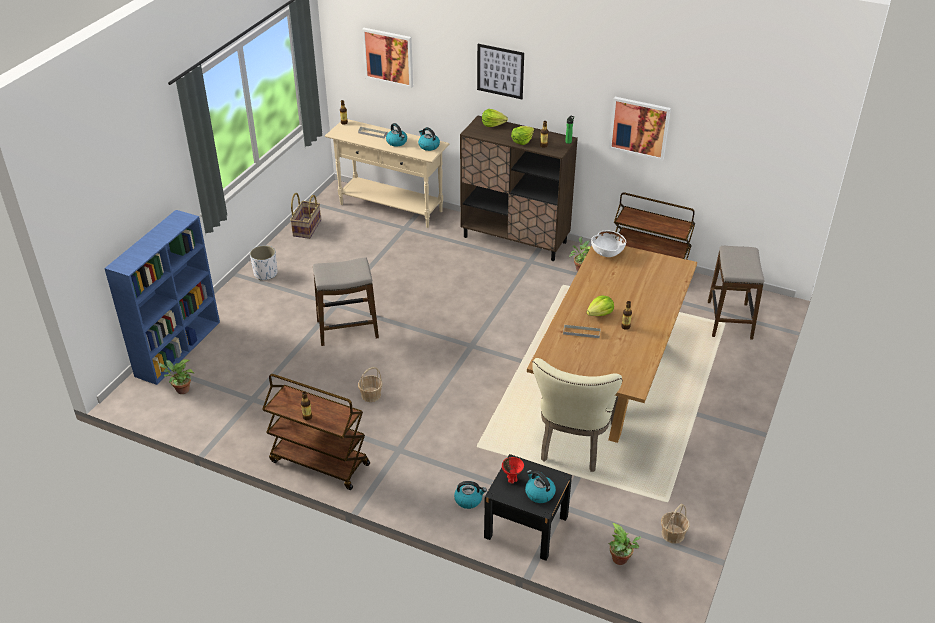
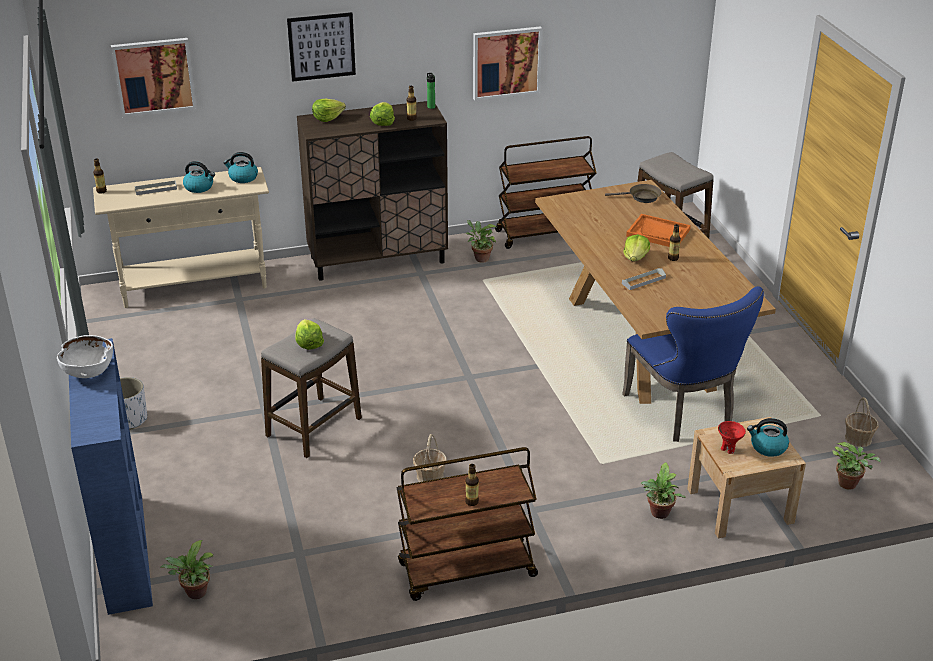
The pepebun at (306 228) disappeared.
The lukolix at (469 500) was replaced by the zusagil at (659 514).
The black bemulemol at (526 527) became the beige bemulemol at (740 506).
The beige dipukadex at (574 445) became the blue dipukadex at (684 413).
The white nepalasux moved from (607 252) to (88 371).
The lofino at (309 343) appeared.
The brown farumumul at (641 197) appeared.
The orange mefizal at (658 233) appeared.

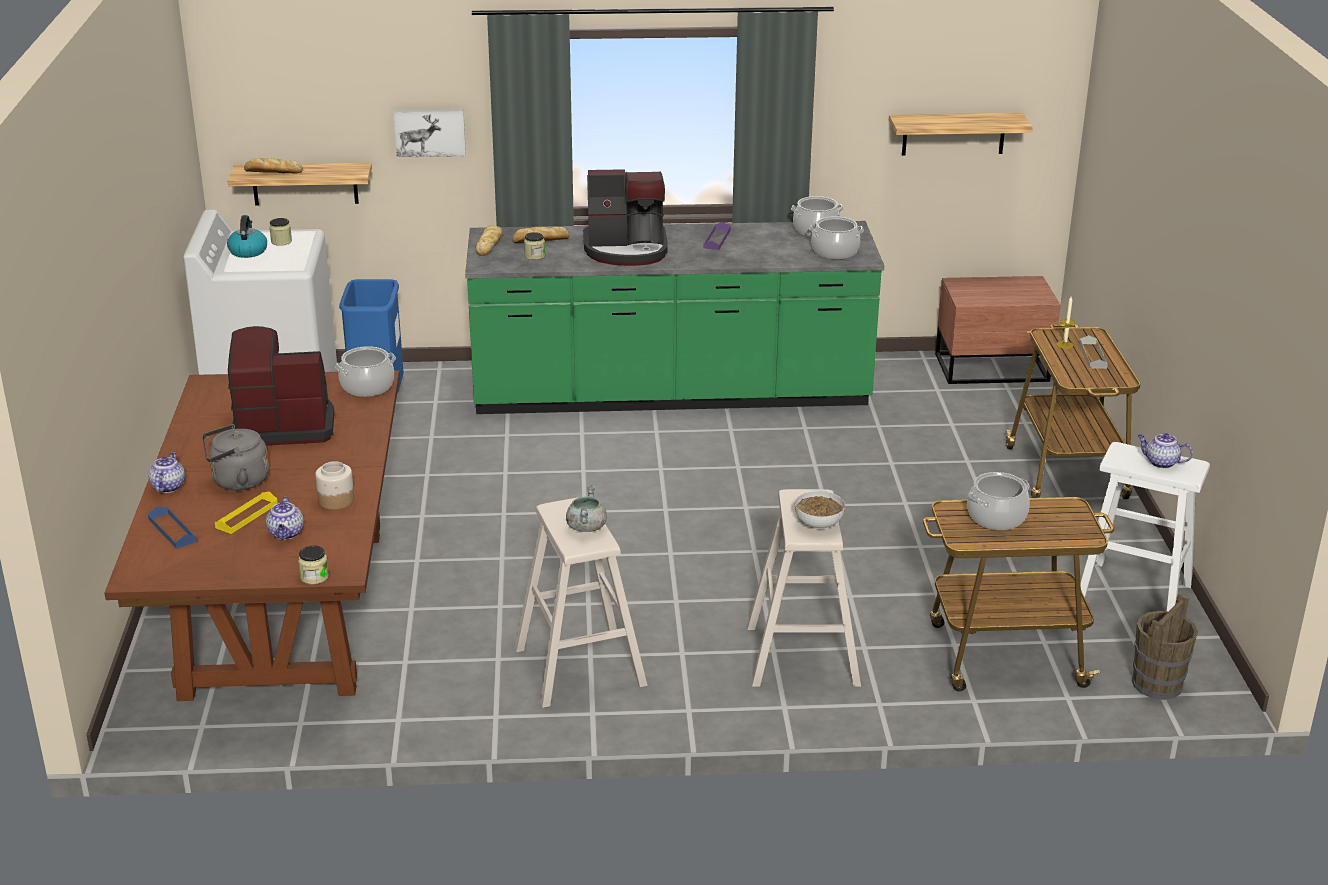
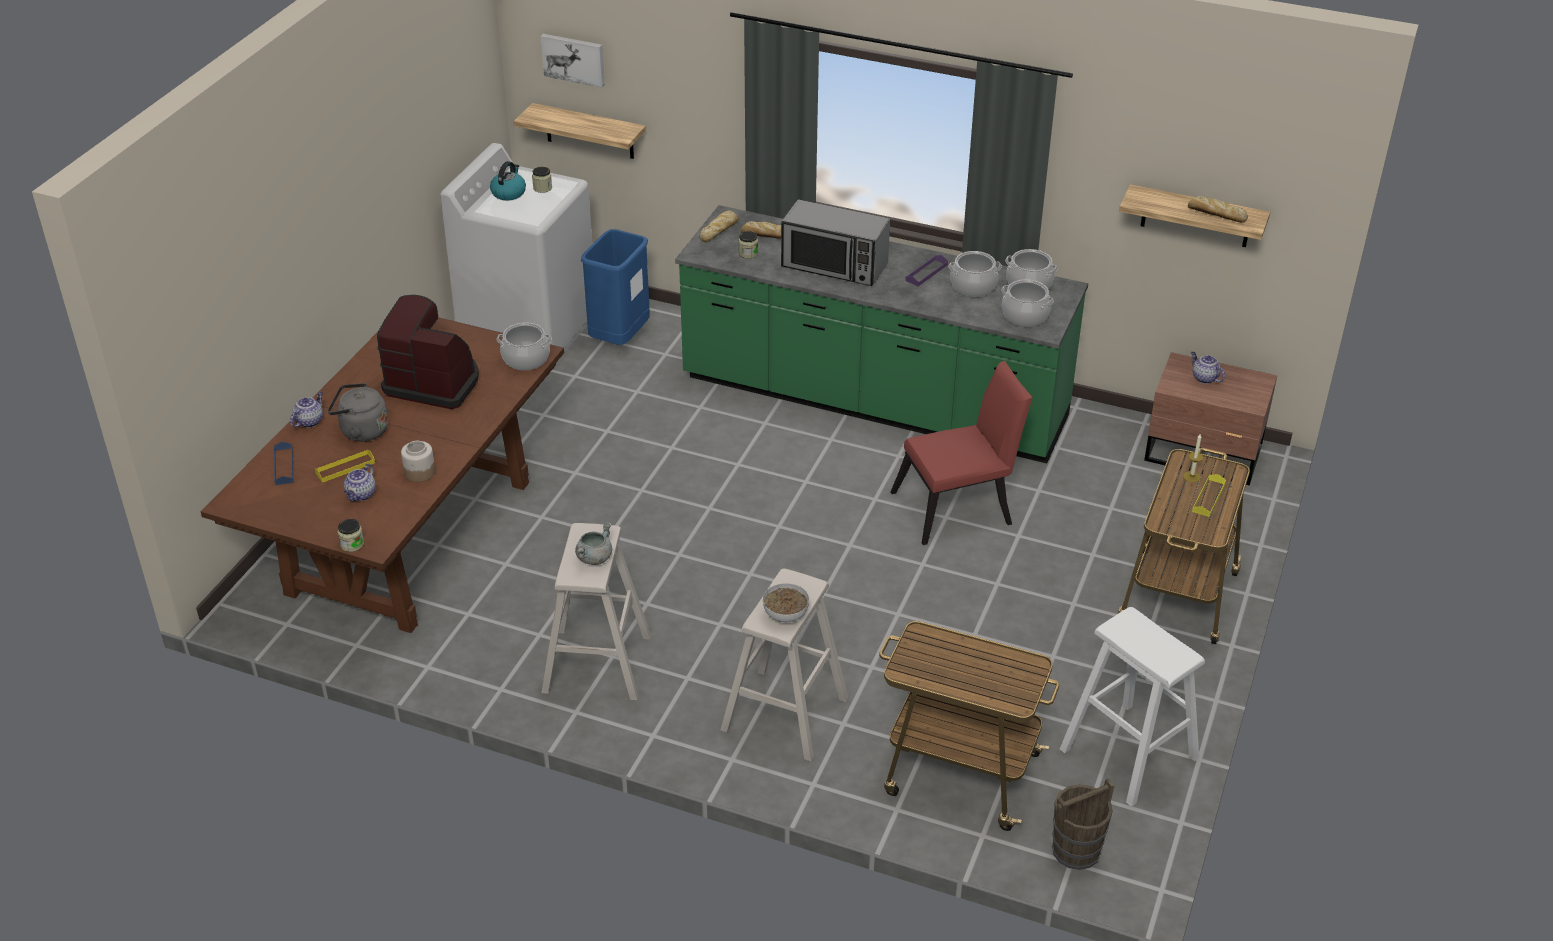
The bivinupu moved from (272 172) to (1215 214).
The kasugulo moved from (430 132) to (574 59).
The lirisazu at (626 250) was replaced by the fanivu at (834 266).
The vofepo moved from (996 517) to (973 286).
The grey mefizal at (1093 356) became the yellow mefizal at (1208 498).
The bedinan moved from (1161 462) to (1204 378).
The red dipukadex at (959 507) appeared.

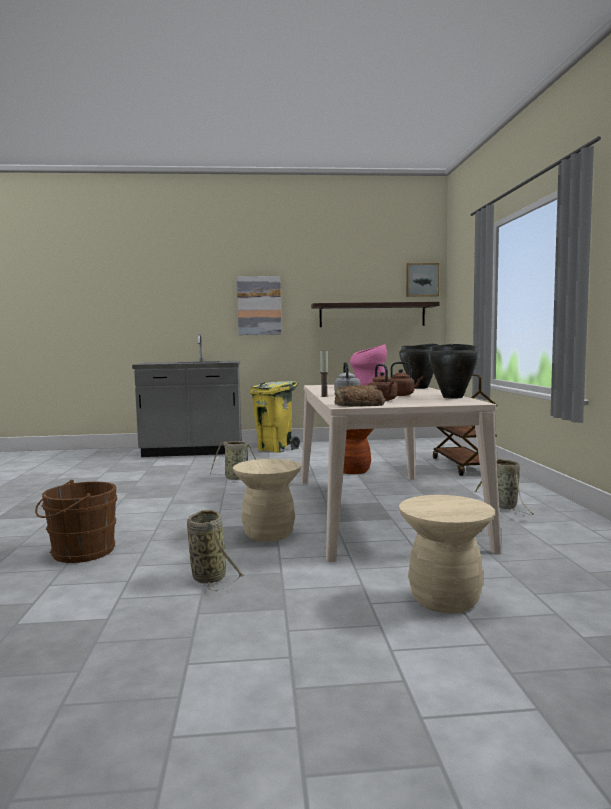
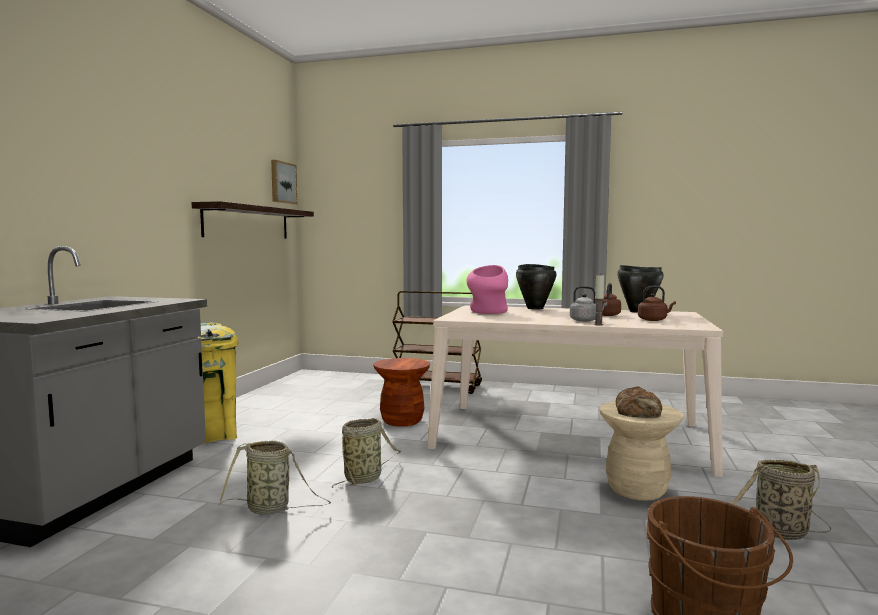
The kasugulo at (259 305) disappeared.
The bivinupu moved from (358 404) to (639 411).
The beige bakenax at (444 599) disappeared.
The pepebun moved from (505 507) to (271 509).

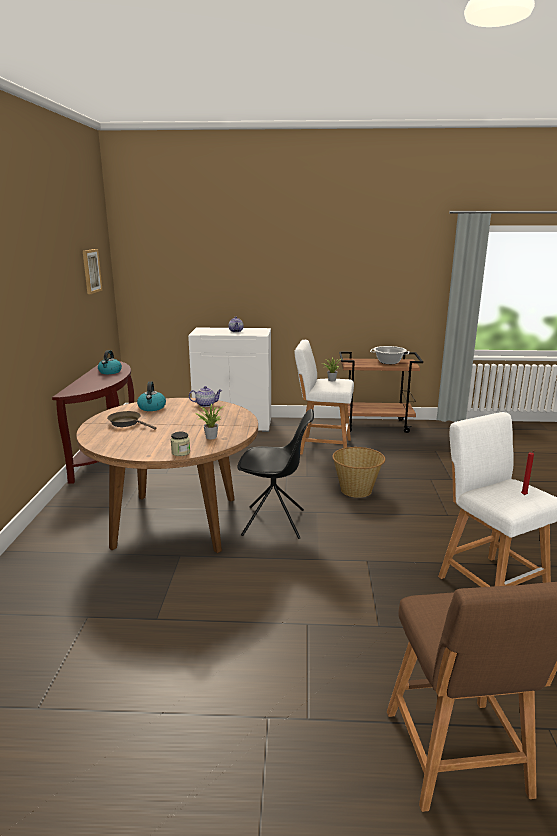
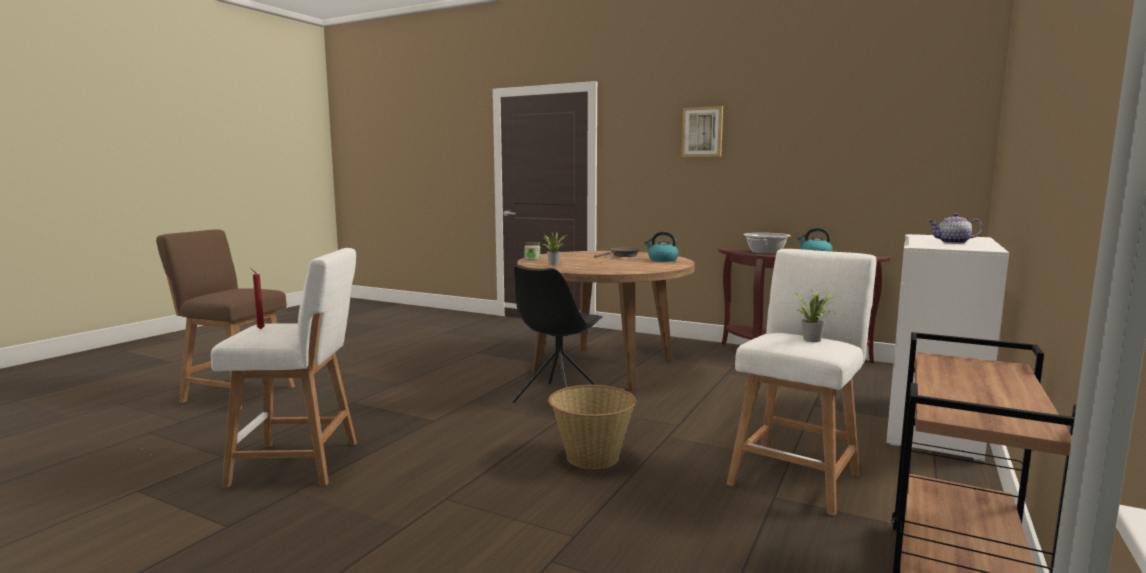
The kasugulo moved from (91 271) to (702 132).
The bedinan at (206 404) disappeared.
The vofepo moved from (389 362) to (765 252).

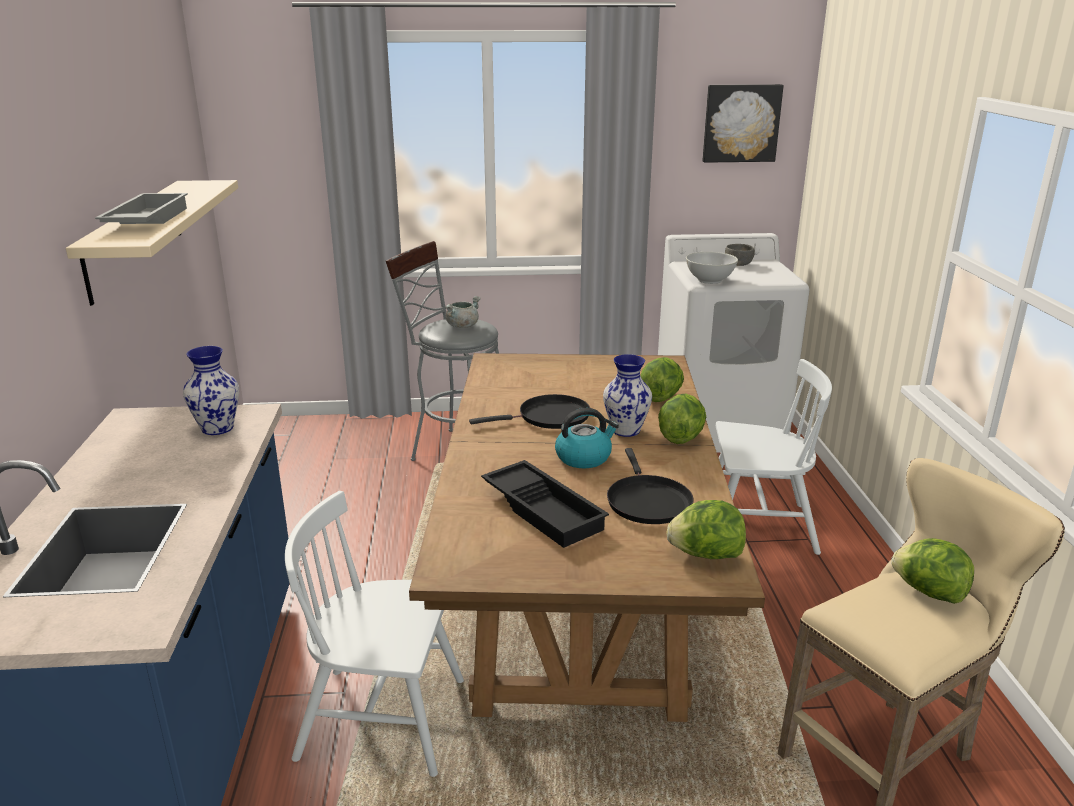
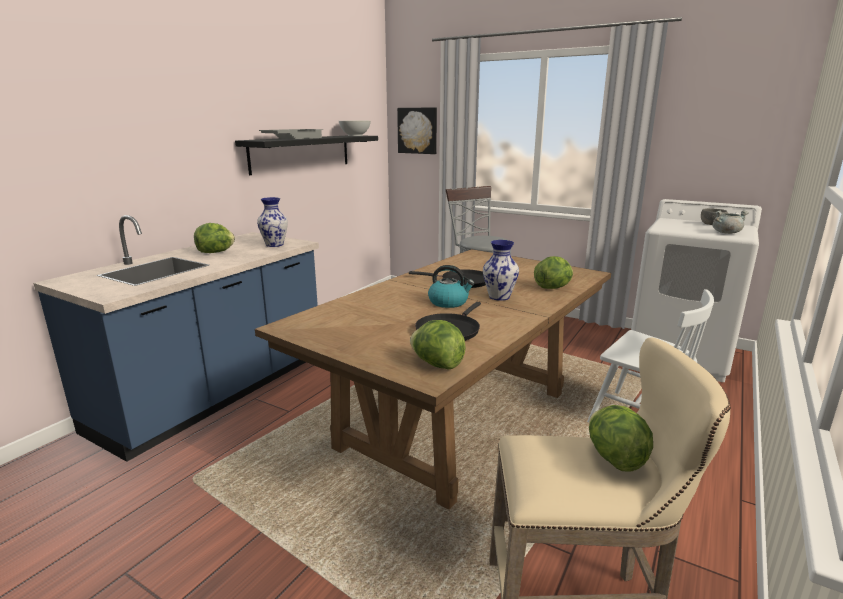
The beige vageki at (135 237) became the black vageki at (301 153).
The white dipukadex at (383 719) disappeared.
The grey vofepo moved from (462 326) to (726 232).
The black mefizal at (545 510) disappeared.
The lofino moved from (680 437) to (216 252).
The white nepalasux moved from (710 280) to (355 135).
The kasugulo moved from (741 123) to (418 130).

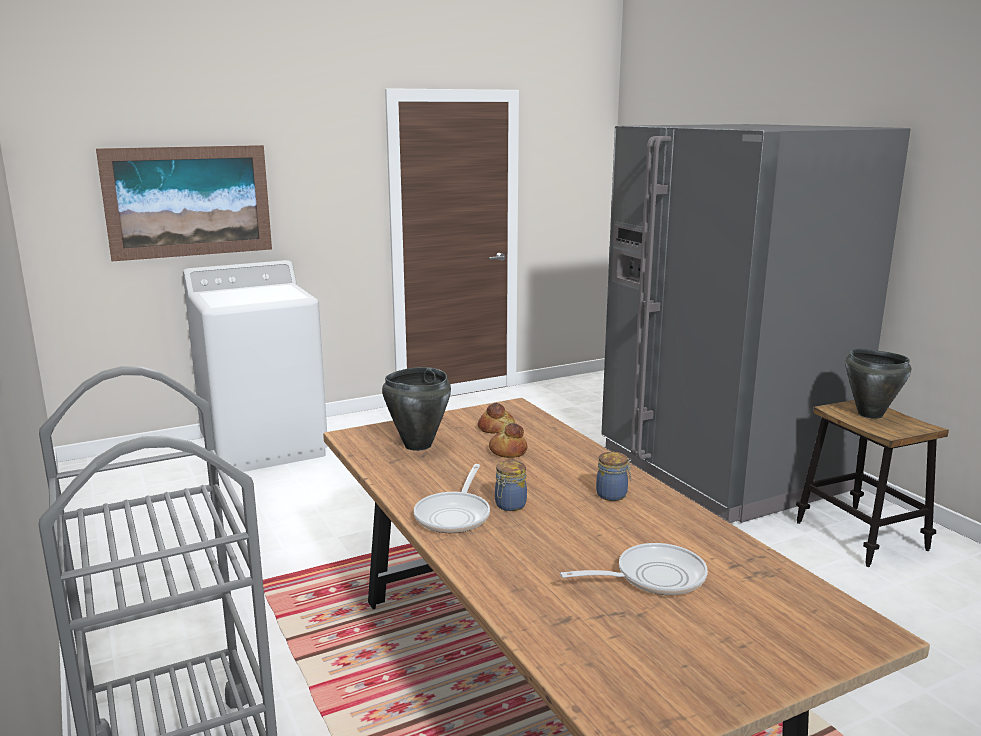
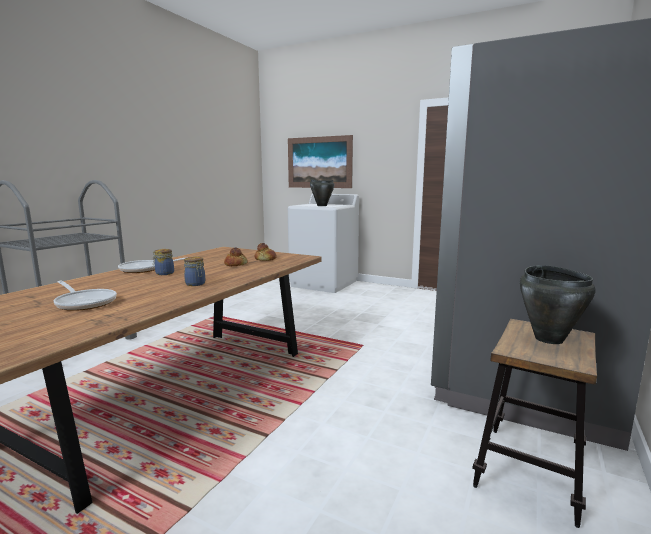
The black vofepo moved from (417 445) to (321 206).

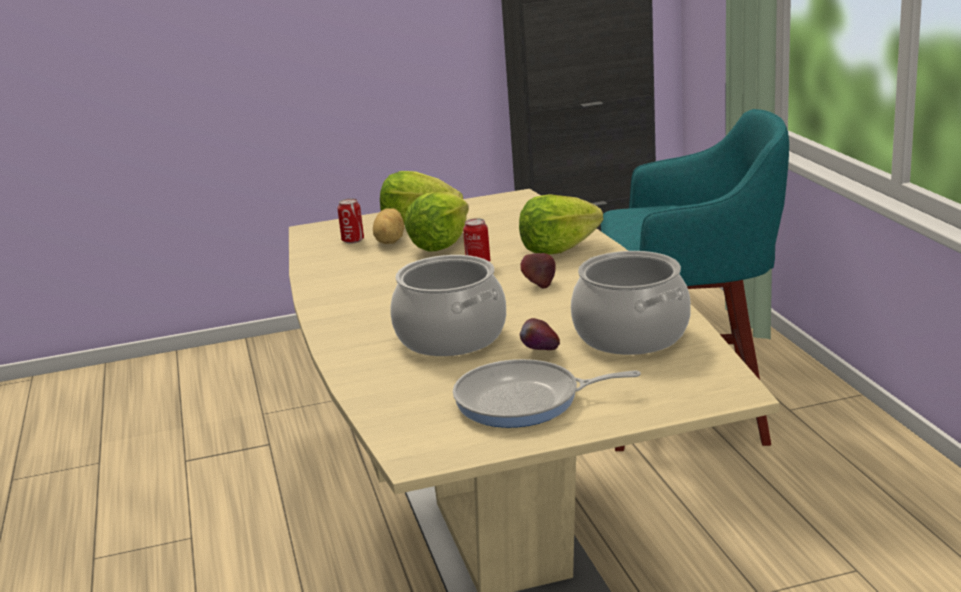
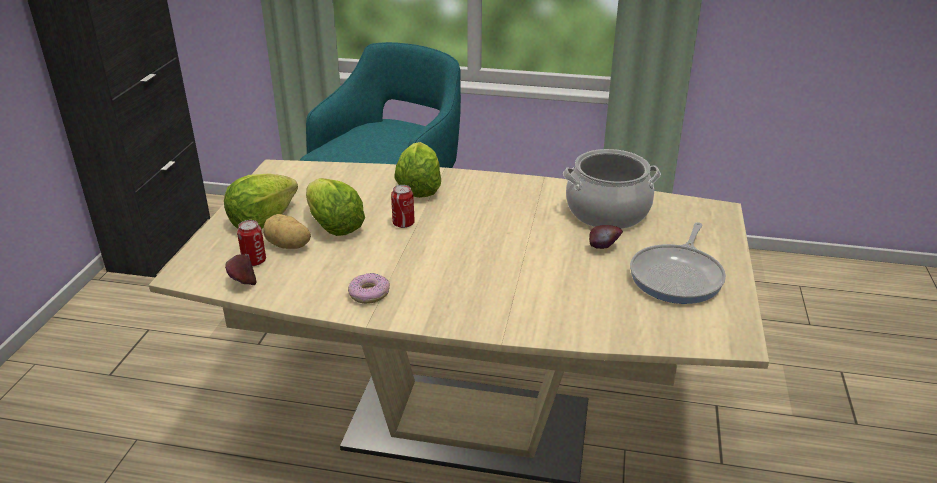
The vofepo at (450 337) disappeared.
The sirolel moved from (539 284) to (242 283).
The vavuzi at (369 294) appeared.

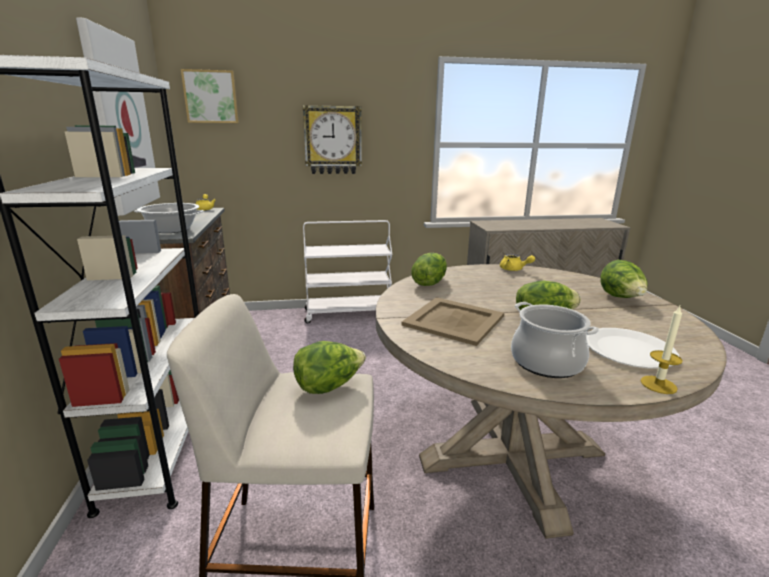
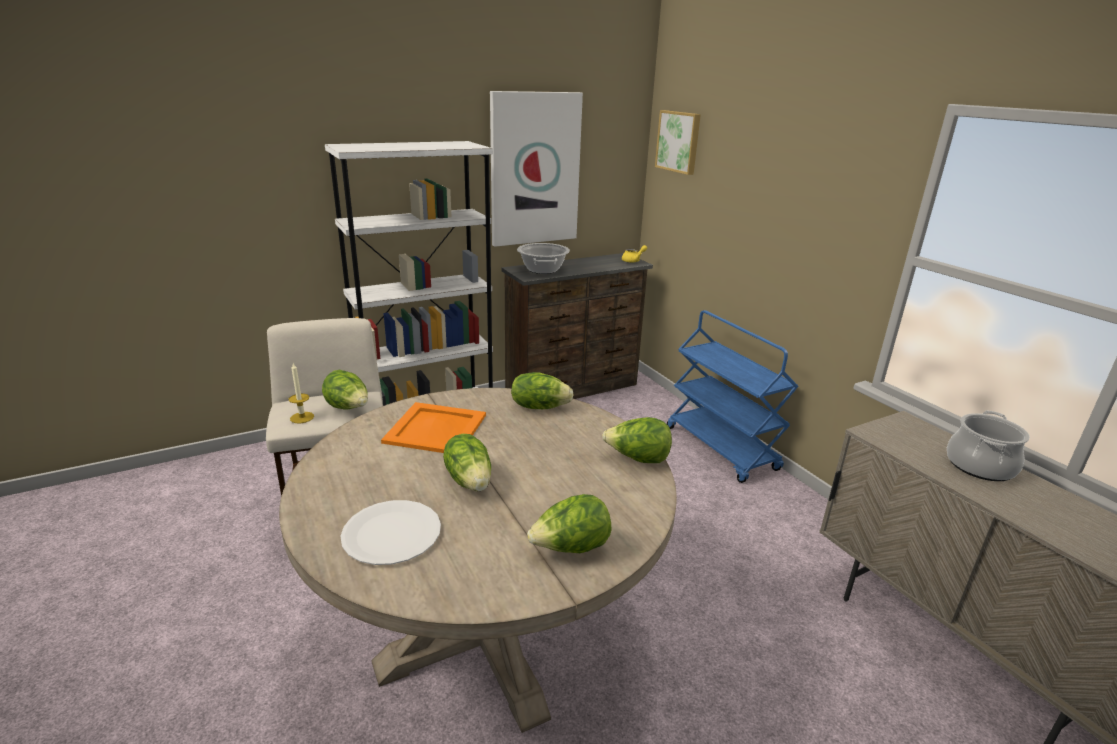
The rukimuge at (333 140) disappeared.
The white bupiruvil at (348 313) became the blue bupiruvil at (722 449).
The beige mefizal at (455 320) became the orange mefizal at (436 429).
The yellow bedinan at (514 269) was replaced by the lofino at (637 459).
The vofepo moved from (547 362) to (980 466).
The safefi moved from (658 385) to (302 417).

